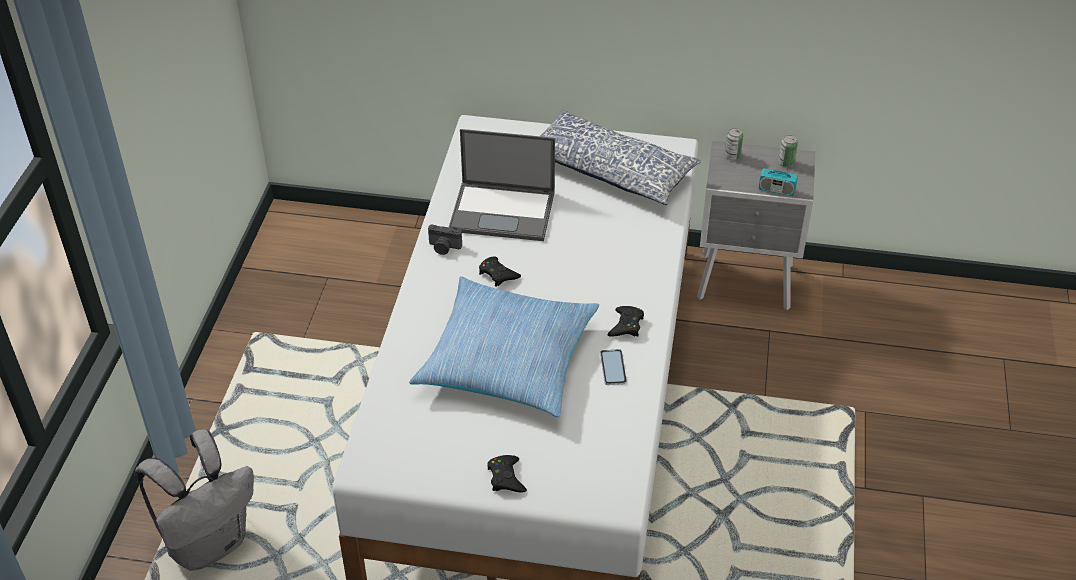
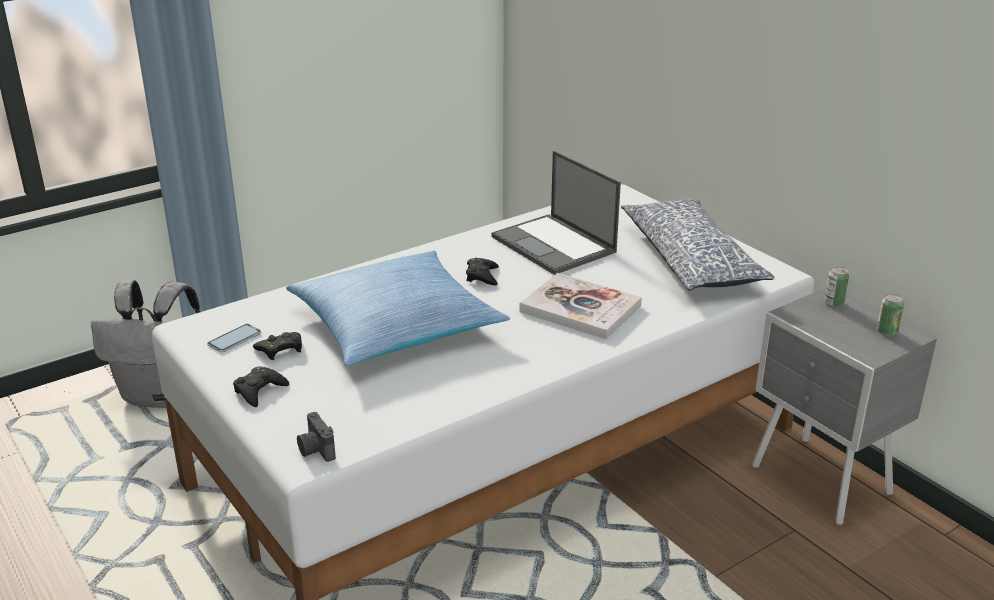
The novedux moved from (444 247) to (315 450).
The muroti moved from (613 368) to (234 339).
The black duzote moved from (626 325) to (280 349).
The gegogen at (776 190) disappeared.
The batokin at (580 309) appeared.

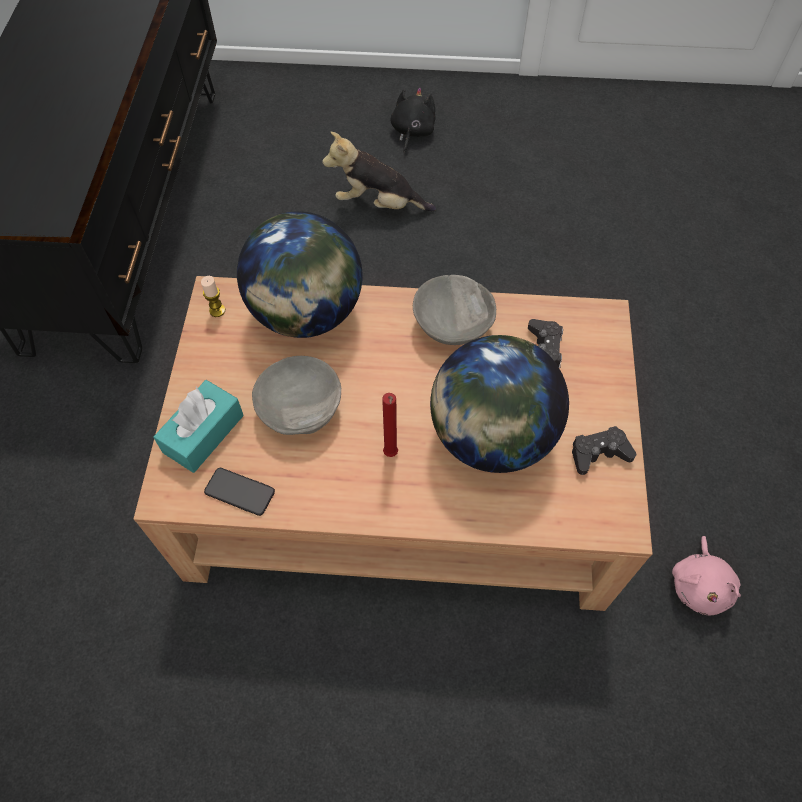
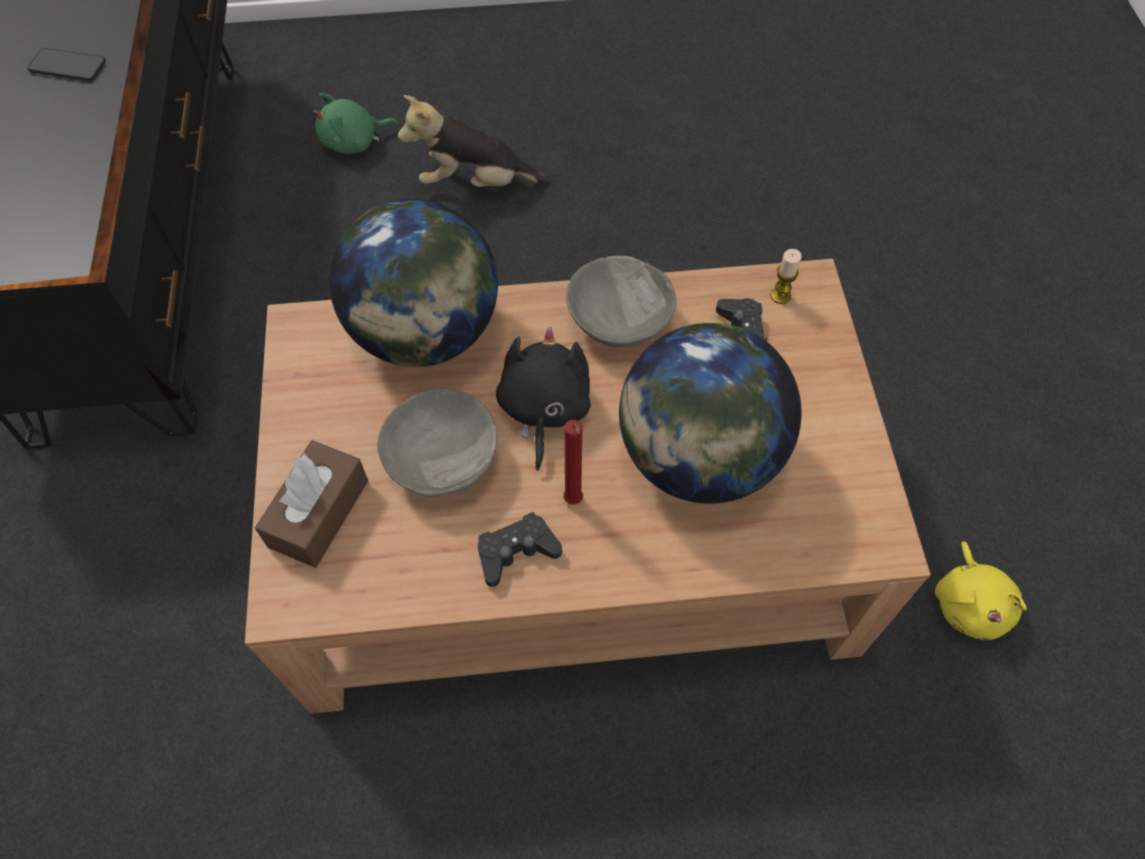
The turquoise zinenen at (203 434) became the brown zinenen at (319 513).
The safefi moved from (217 310) to (780 295).
The muroti moved from (239 492) to (68 66).
The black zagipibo moved from (412 132) to (543 410).
The black duzote moved from (599 453) to (516 552).
The pink zagipibo at (700 585) became the yellow zagipibo at (970 604).
The green zagipibo at (354 142) appeared.

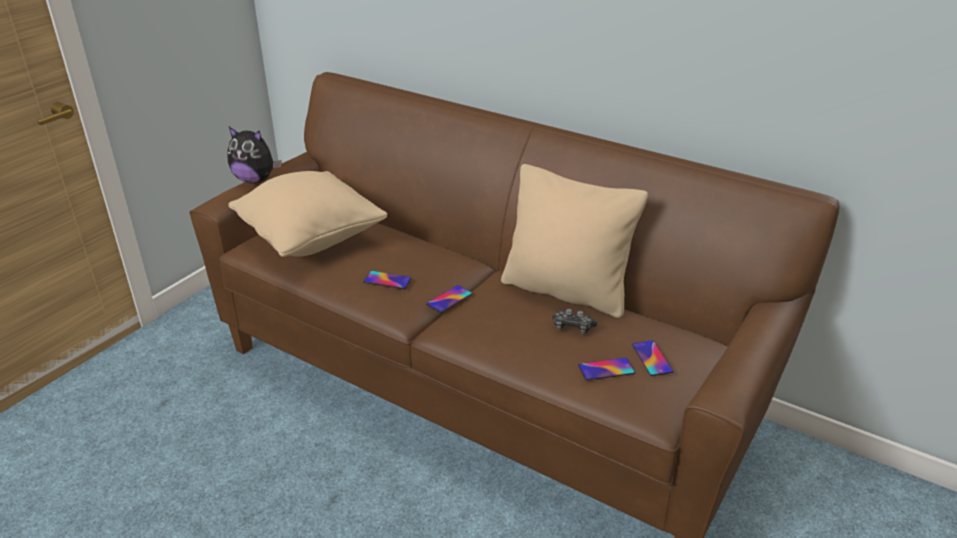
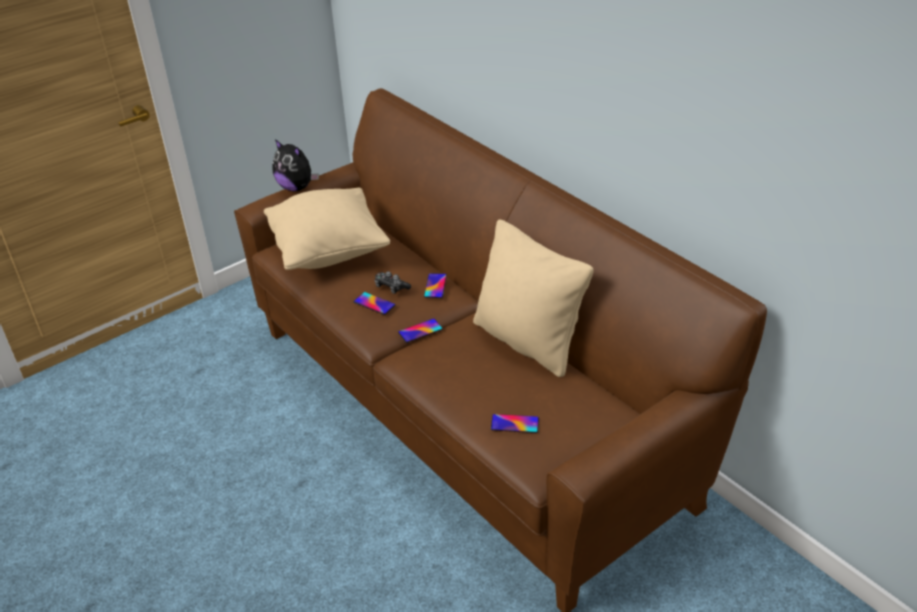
The duzote moved from (572 327) to (391 287).
The muroti moved from (652 358) to (435 286).

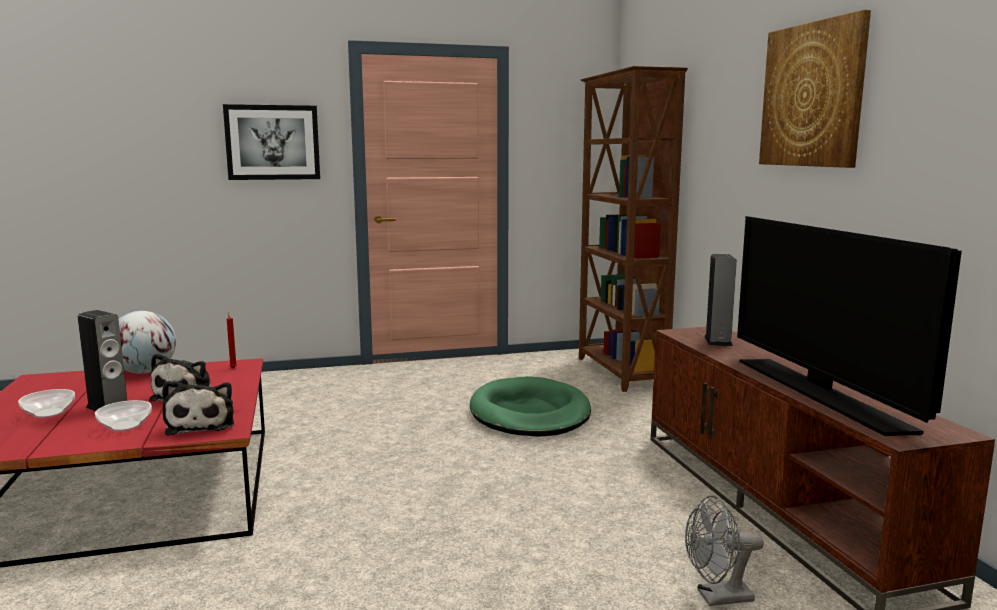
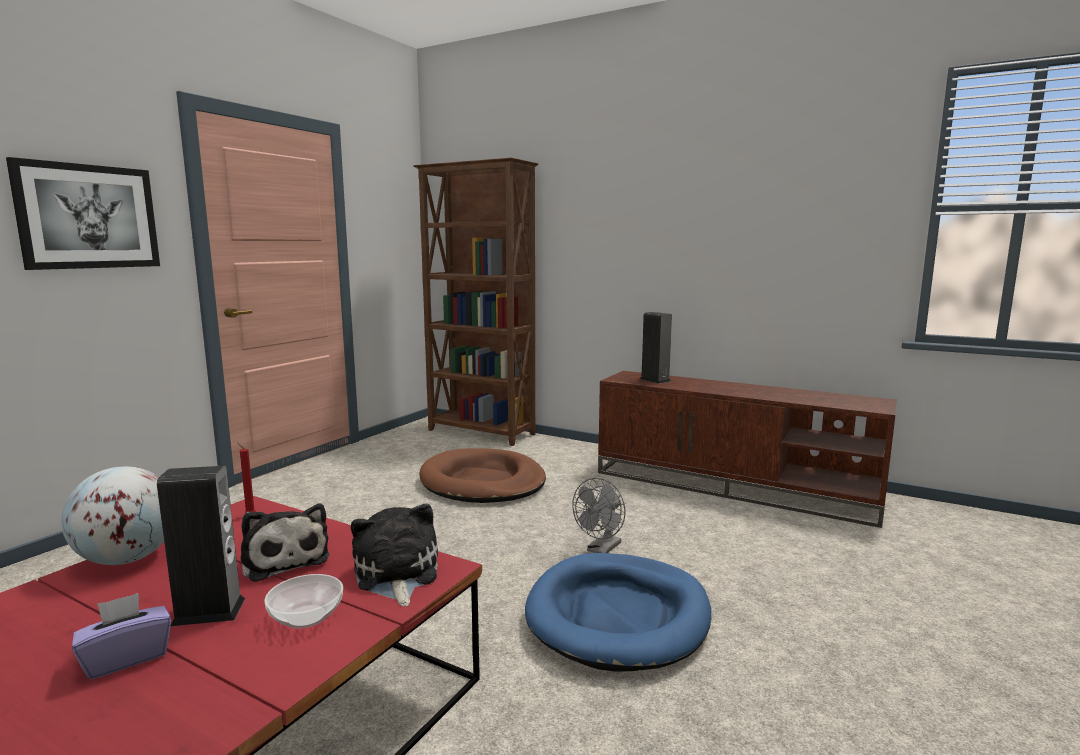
The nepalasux at (48 413) was replaced by the purple zinenen at (126 658).
The zagipibo at (202 424) turned 135 degrees counterclockwise.
The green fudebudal at (530 413) became the brown fudebudal at (482 482).
The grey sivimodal moved from (717 598) to (601 549).
The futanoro at (820 394) disappeared.
The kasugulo at (812 95) disappeared.
The blue fudebudal at (618 615) appeared.

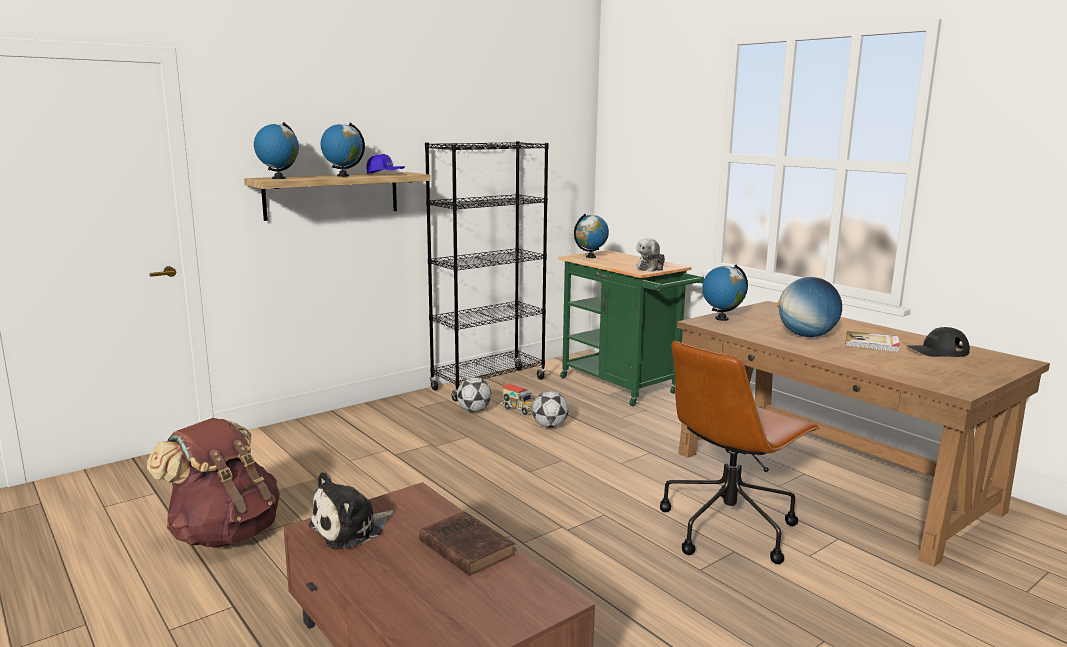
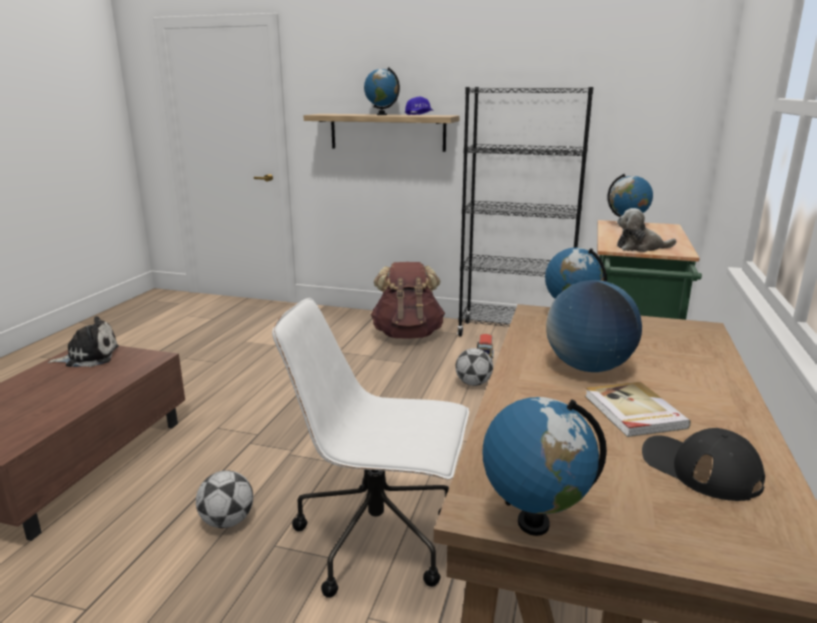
The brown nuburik moved from (224 533) to (407 334).
The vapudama moved from (278 178) to (533 523).
The zagipibo at (350 529) turned 150 degrees clockwise.
The brown batokin at (464 547) disappeared.
The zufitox moved from (474 411) to (227 521).
The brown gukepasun at (728 527) became the white gukepasun at (379 539).

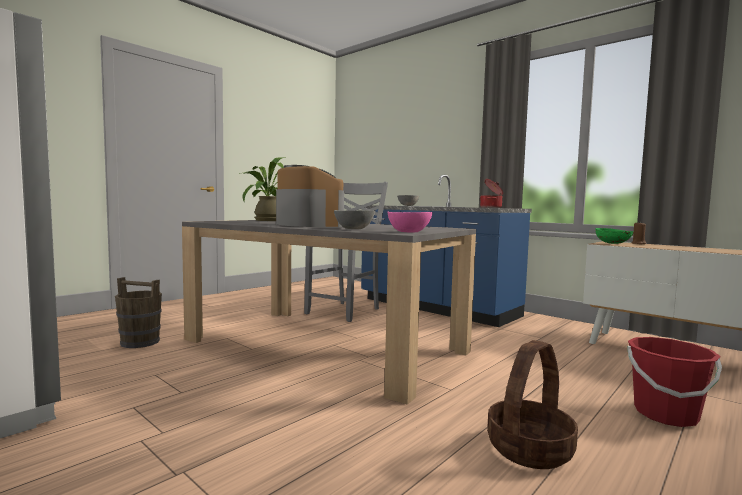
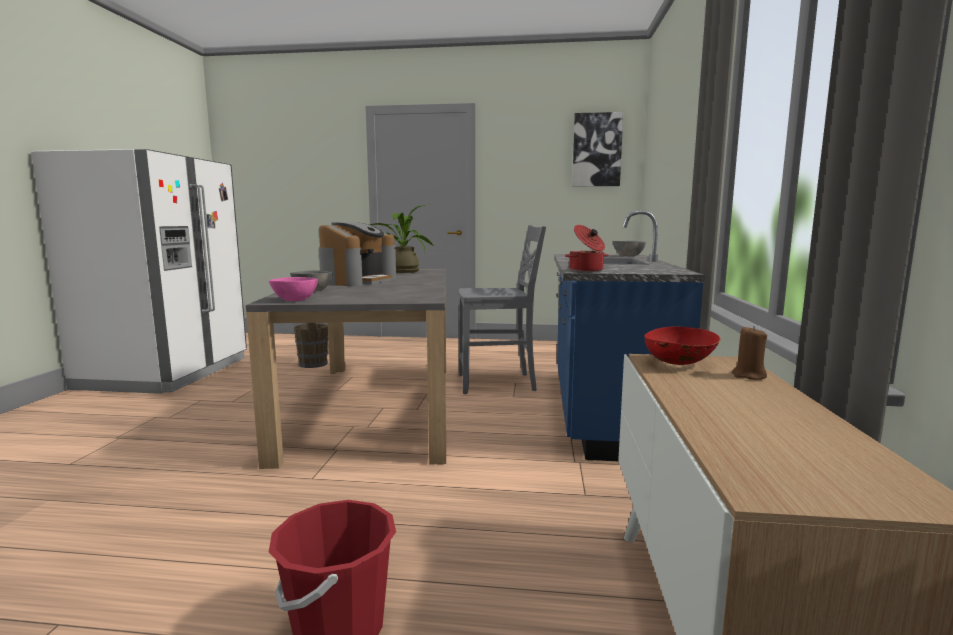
The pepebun at (530 449) disappeared.
The green nepalasux at (613 243) became the red nepalasux at (679 363).
The kasugulo at (597 150) appeared.

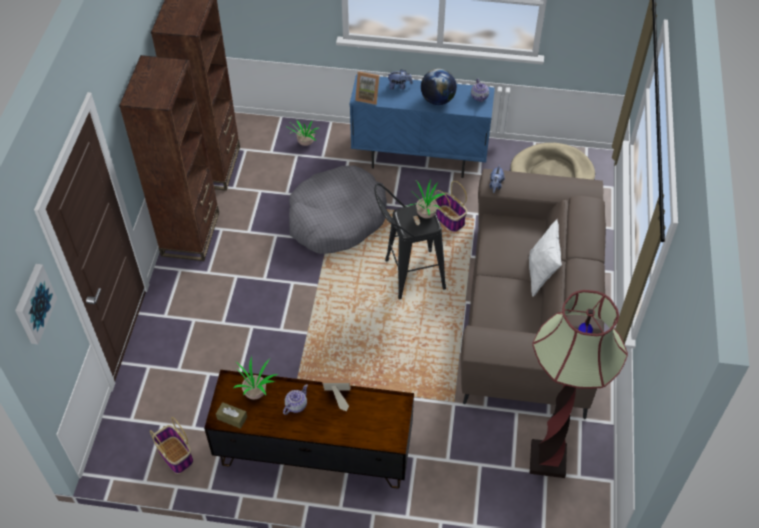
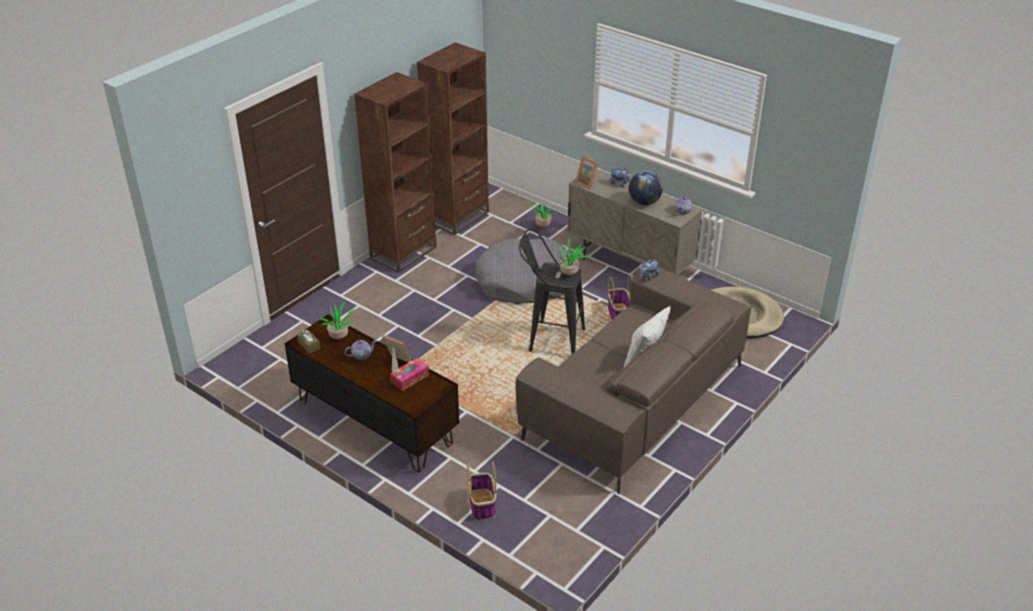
The kasugulo at (33 303) disappeared.
The pepebun moved from (176 455) to (482 505).
The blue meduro at (419 159) became the beige meduro at (629 267).
The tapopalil at (547 460) disappeared.
The zinenen at (409 378) appeared.

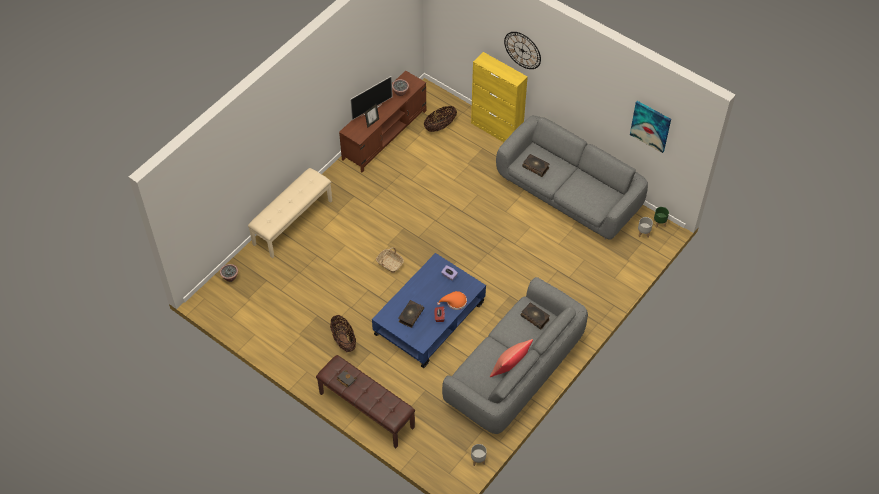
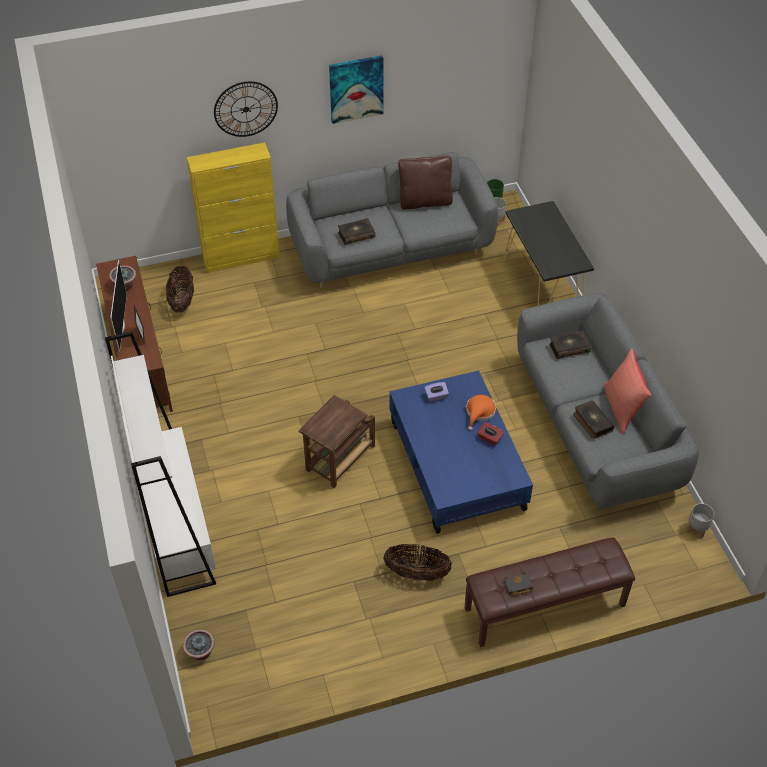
The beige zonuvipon at (292 222) was replaced by the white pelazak at (177 527).
The pepebun at (389 263) was replaced by the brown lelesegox at (339 459).
The batokin moved from (410 315) to (592 423).
The kasugulo moved from (650 126) to (356 89).
The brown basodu at (425 202) appeared.
The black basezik at (542 288) appeared.

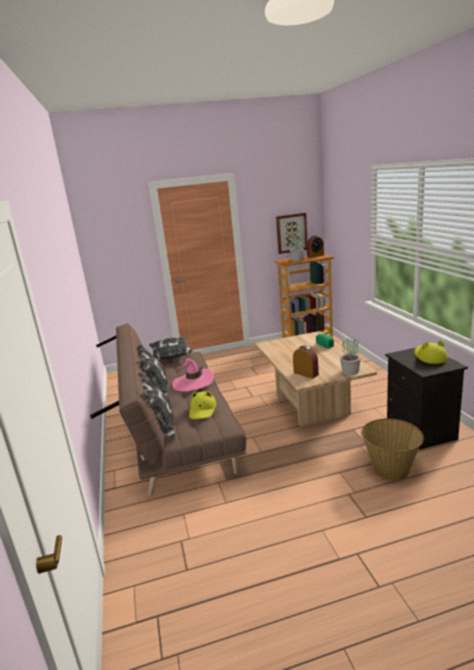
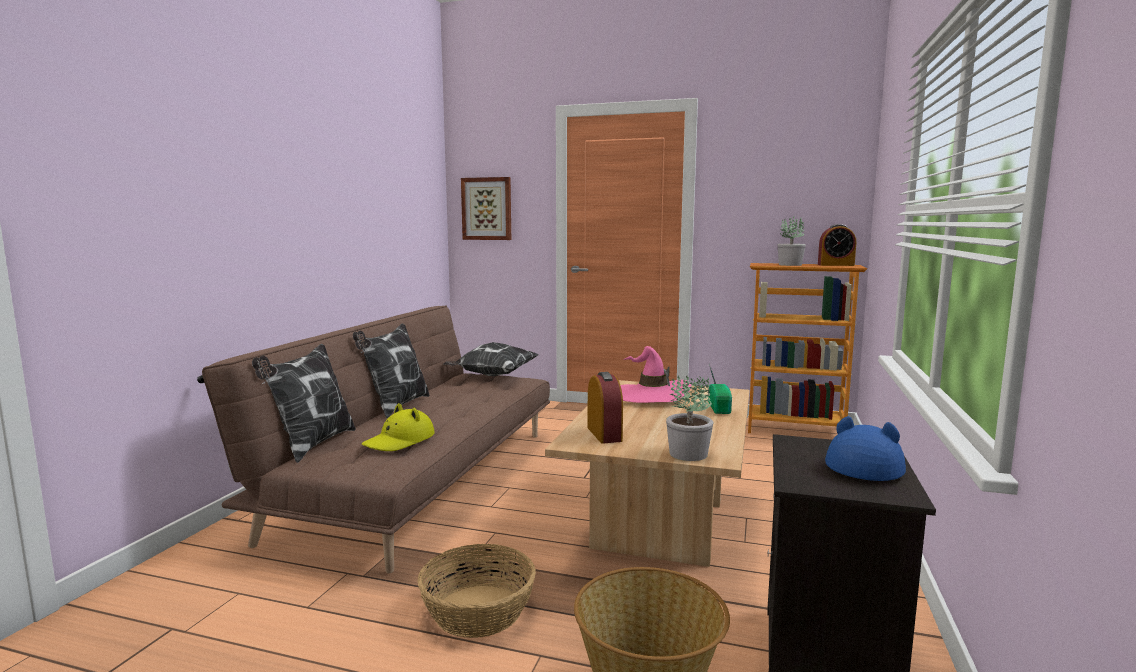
The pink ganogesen moved from (193 382) to (650 396).
The kasugulo moved from (291 233) to (487 209).
The yellow ganogesen at (429 357) became the blue ganogesen at (865 464).
The pepebun at (479 611) appeared.

